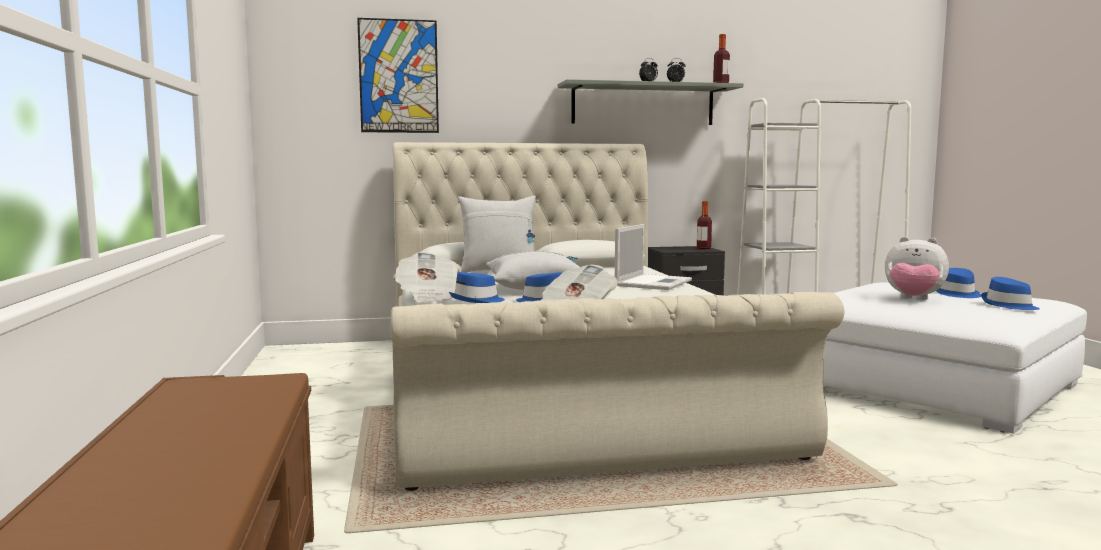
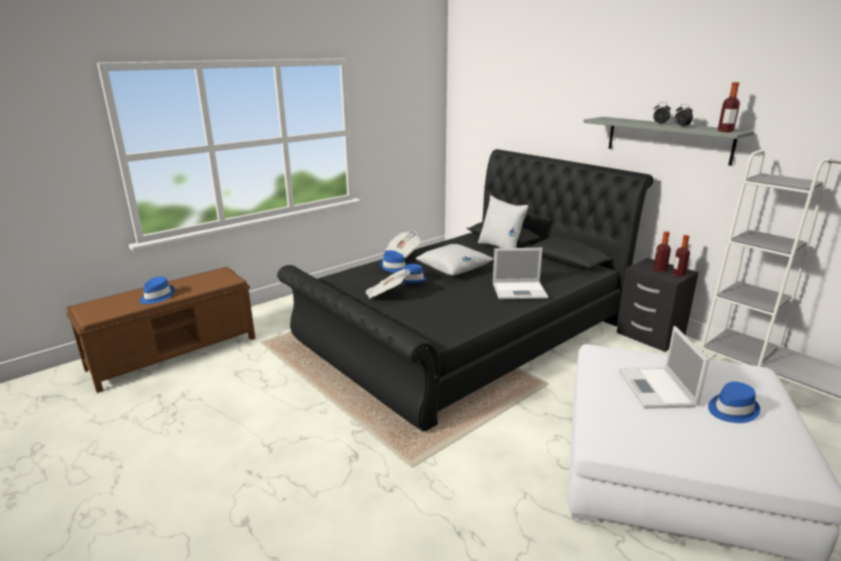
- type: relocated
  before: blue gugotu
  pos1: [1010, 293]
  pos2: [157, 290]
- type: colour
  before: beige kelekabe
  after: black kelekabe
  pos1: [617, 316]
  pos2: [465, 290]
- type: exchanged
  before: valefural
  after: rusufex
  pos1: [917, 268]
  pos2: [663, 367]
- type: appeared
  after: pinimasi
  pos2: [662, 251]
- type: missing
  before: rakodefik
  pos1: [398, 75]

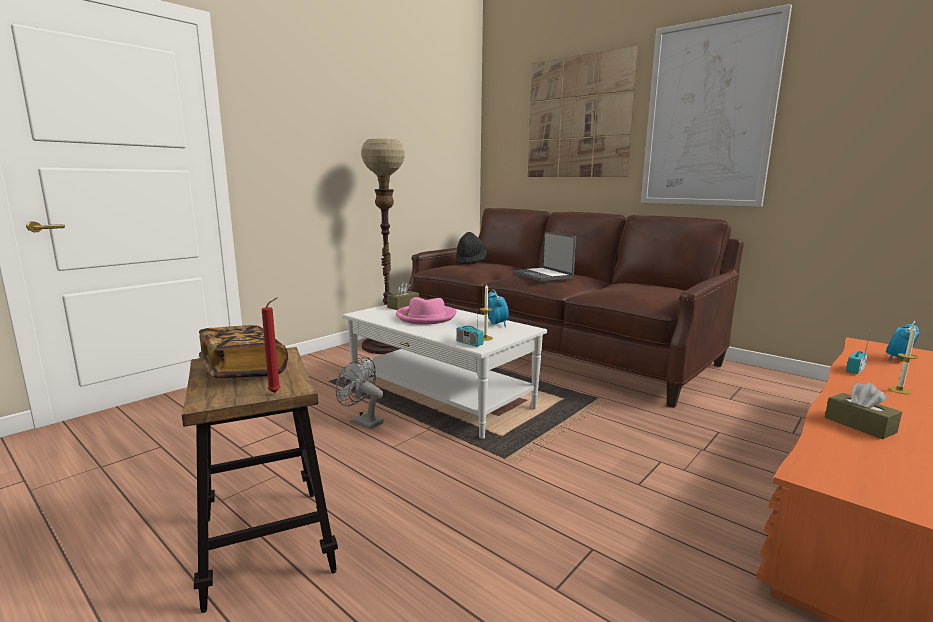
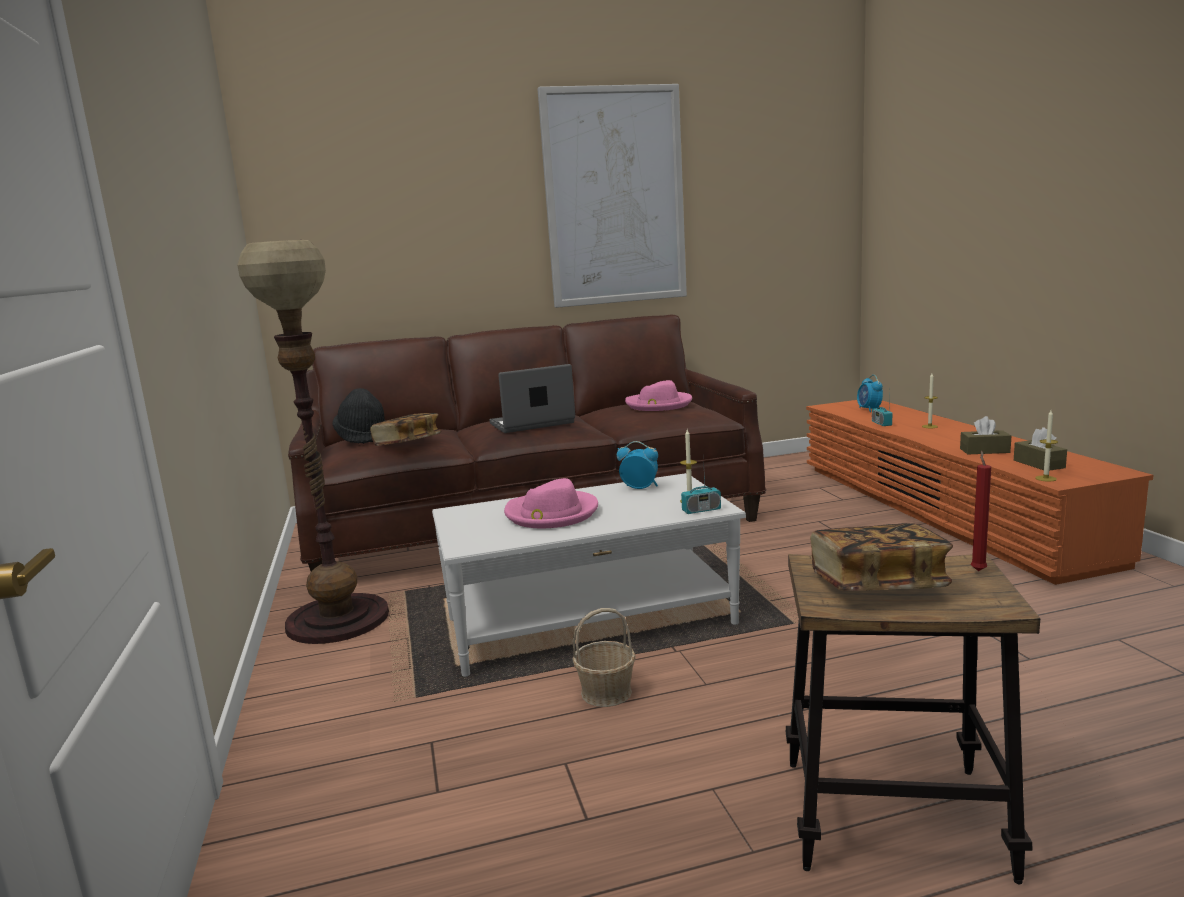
- type: appeared
  after: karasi
  pos2: [405, 429]
- type: spun
  before: rusufex
  pos1: [544, 257]
  pos2: [532, 398]
  turn: 150
- type: exchanged
  before: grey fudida
  after: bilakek
  pos1: [360, 393]
  pos2: [604, 657]
- type: appeared
  after: pink gugotu
  pos2: [658, 395]
- type: relocated
  before: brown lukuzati
  pos1: [403, 296]
  pos2: [1040, 449]
- type: appeared
  after: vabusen
  pos2: [1046, 445]
- type: missing
  before: rakodefik
  pos1: [583, 111]

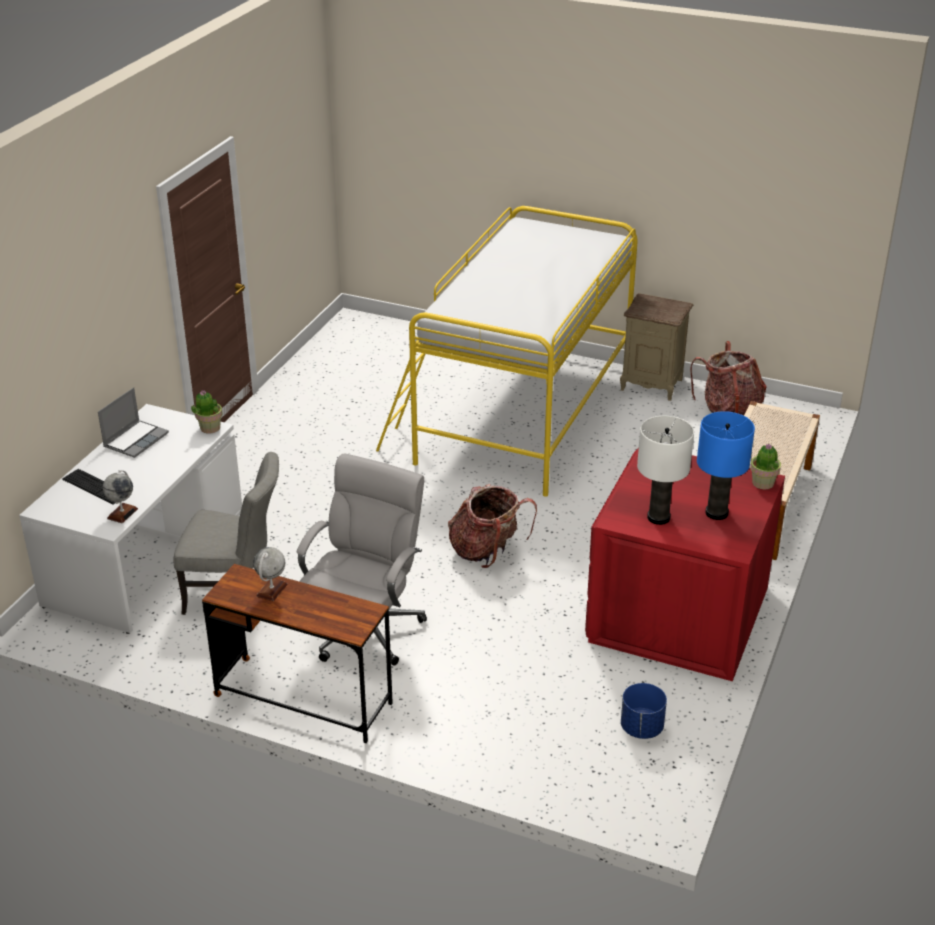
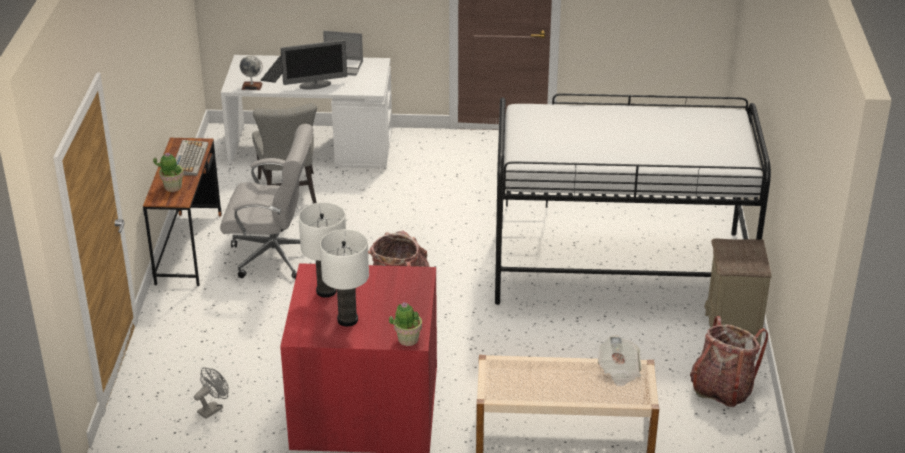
- type: relocated
  before: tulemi
  pos1: [207, 412]
  pos2: [168, 172]
- type: exchanged
  before: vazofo
  after: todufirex
  pos1: [270, 574]
  pos2: [191, 158]
- type: exchanged
  before: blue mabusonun
  after: grey fudida
  pos1: [644, 711]
  pos2: [211, 393]
- type: appeared
  after: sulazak
  pos2: [313, 64]
- type: colour
  before: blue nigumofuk
  after: white nigumofuk
  pos1: [726, 465]
  pos2: [344, 278]
- type: colour
  before: yellow kelekabe
  after: black kelekabe
  pos1: [507, 351]
  pos2: [633, 199]
- type: appeared
  after: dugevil
  pos2: [620, 361]

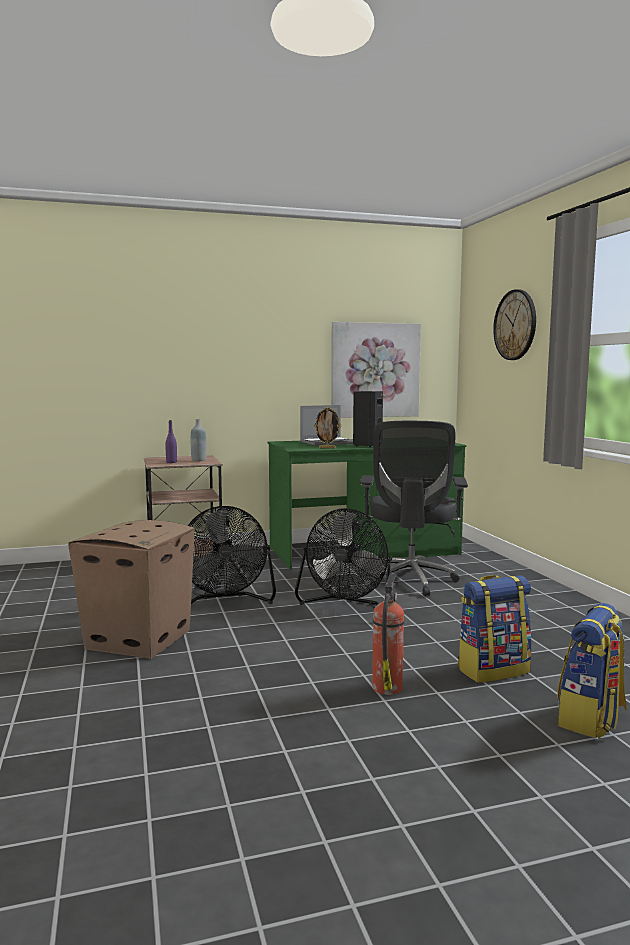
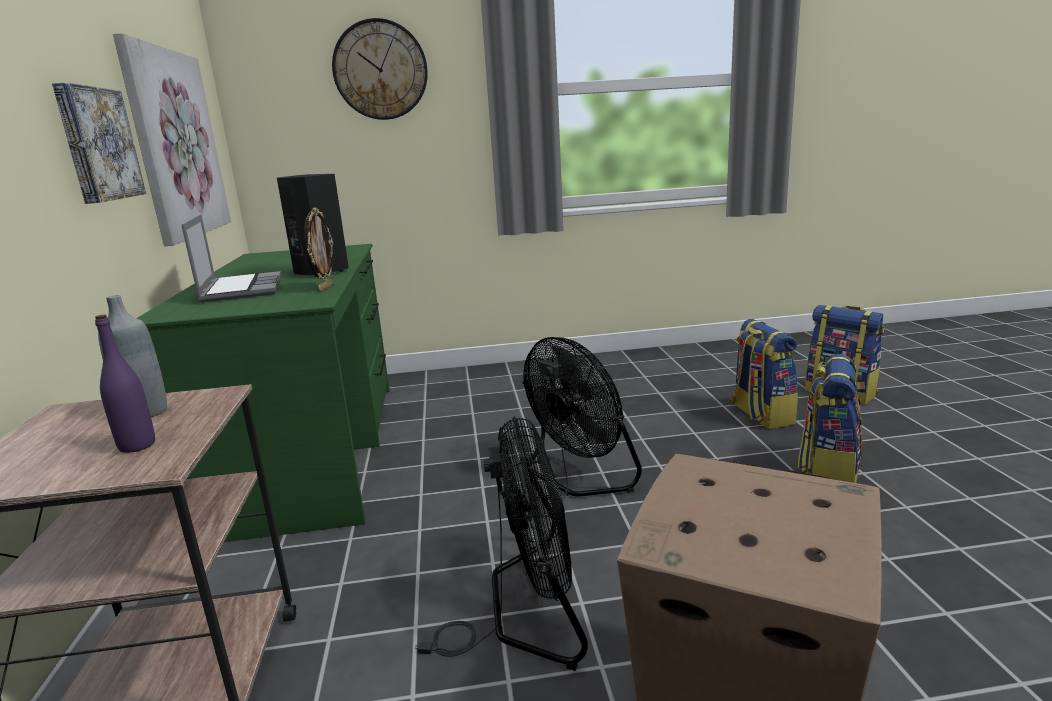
- type: appeared
  after: rakodefik
  pos2: [99, 143]
- type: spun
  before: black fudida
  pos1: [343, 557]
  pos2: [582, 429]
  turn: -75
- type: exchanged
  before: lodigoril
  after: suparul
  pos1: [388, 634]
  pos2: [830, 418]
- type: missing
  before: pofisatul
  pos1: [414, 508]

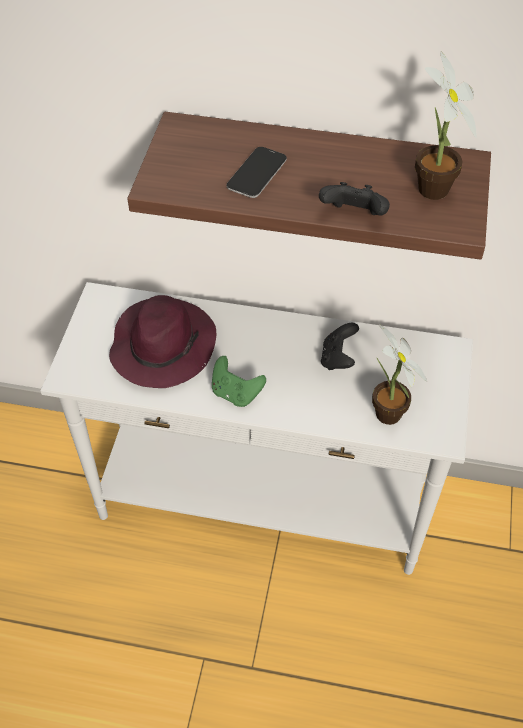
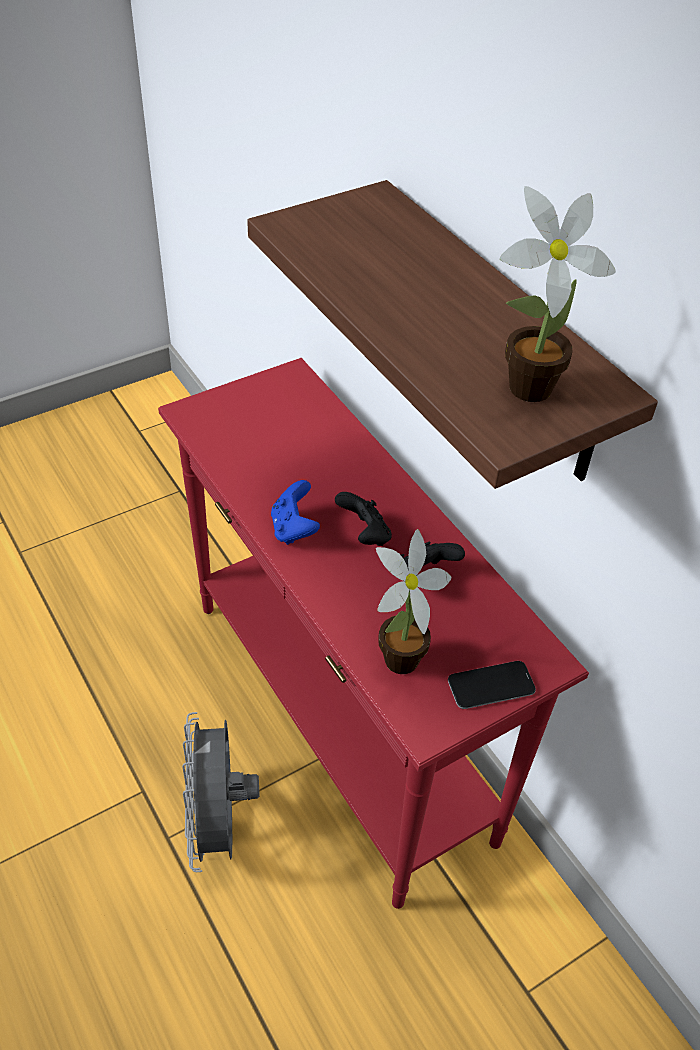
- type: colour
  before: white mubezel
  after: red mubezel
  pos1: [256, 428]
  pos2: [373, 633]
- type: appeared
  after: grey fudida
  pos2: [221, 792]
- type: colour
  before: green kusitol
  after: blue kusitol
  pos1: [239, 381]
  pos2: [295, 512]
- type: relocated
  before: black kusitol
  pos1: [354, 199]
  pos2: [363, 519]
- type: relocated
  before: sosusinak
  pos1: [256, 172]
  pos2: [492, 685]
- type: missing
  before: purple gugotu
  pos1: [162, 341]

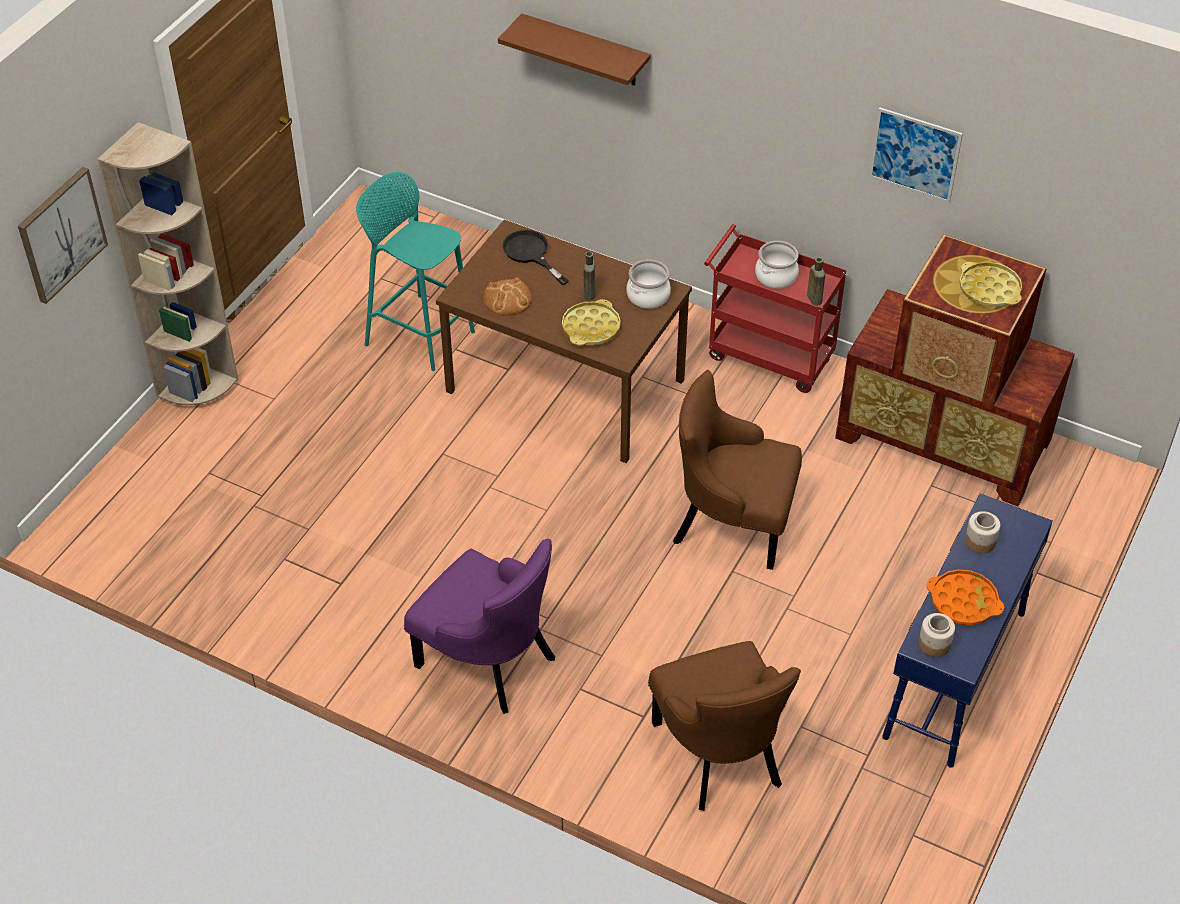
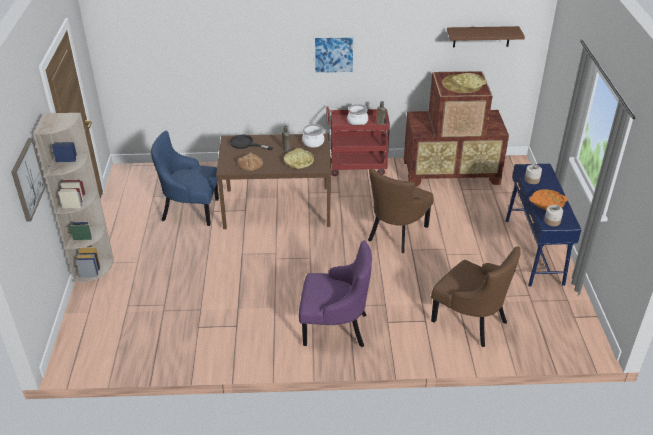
- type: exchanged
  before: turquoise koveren
  after: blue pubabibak
  pos1: [415, 271]
  pos2: [185, 178]
- type: relocated
  before: rakodefik
  pos1: [916, 155]
  pos2: [334, 55]
- type: spun
  before: brown pubabibak
  pos1: [737, 470]
  pos2: [401, 211]
  turn: -45
- type: relocated
  before: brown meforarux
  pos1: [574, 49]
  pos2: [486, 37]

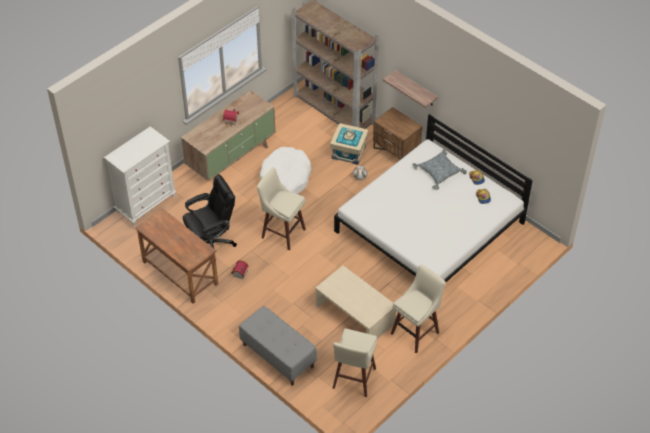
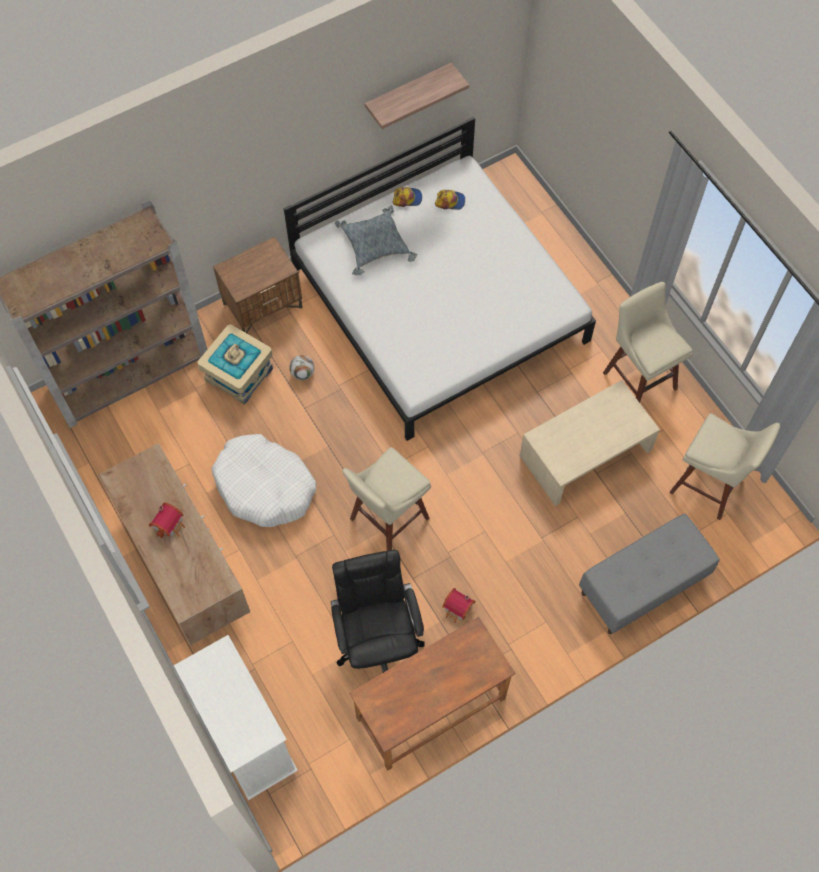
- type: relocated
  before: meforarux
  pos1: [410, 89]
  pos2: [417, 96]

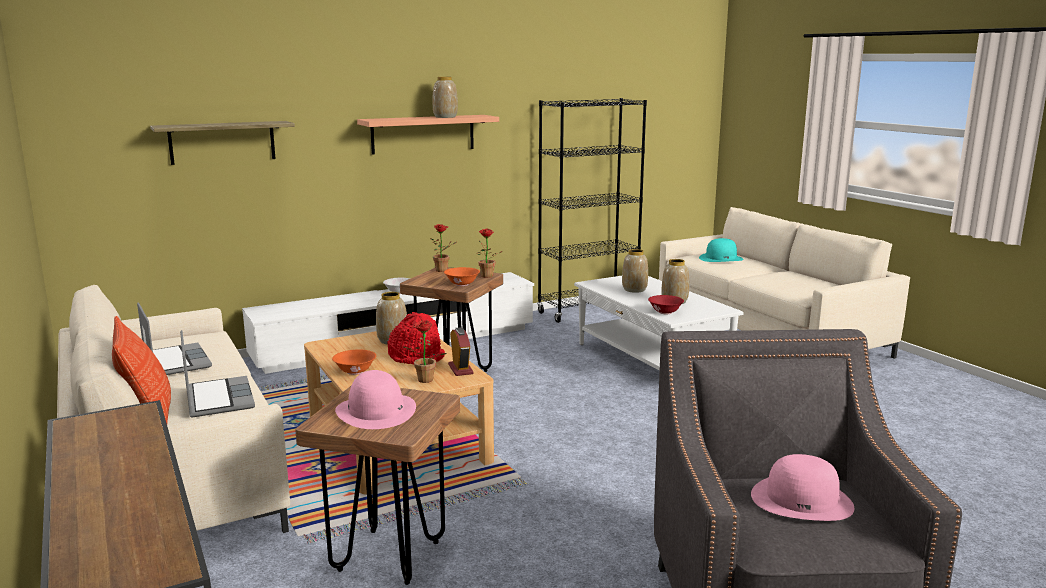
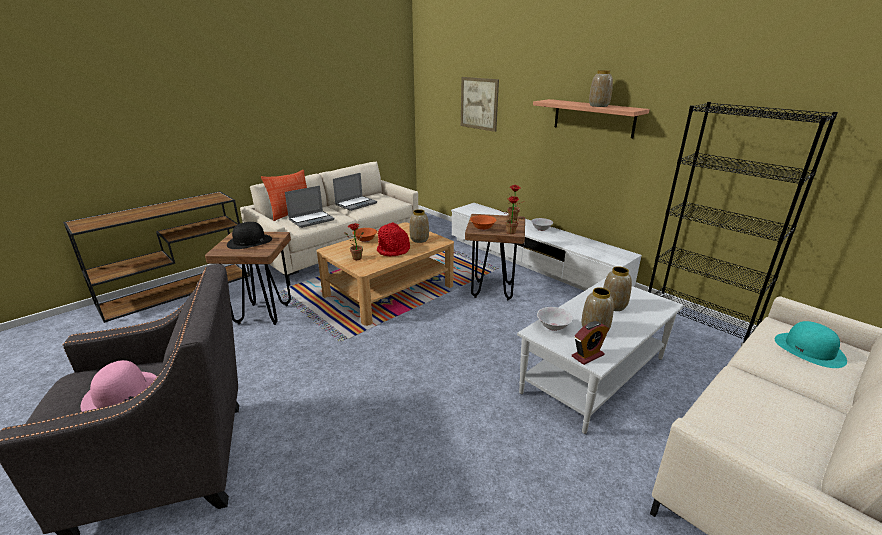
- type: colour
  before: pink gugotu
  after: black gugotu
  pos1: [375, 399]
  pos2: [249, 235]
- type: exchanged
  before: meforarux
  after: rakodefik
  pos1: [222, 143]
  pos2: [480, 104]
- type: colour
  before: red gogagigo
  after: white gogagigo
  pos1: [666, 304]
  pos2: [555, 319]
- type: relocated
  before: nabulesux
  pos1: [461, 351]
  pos2: [590, 343]

